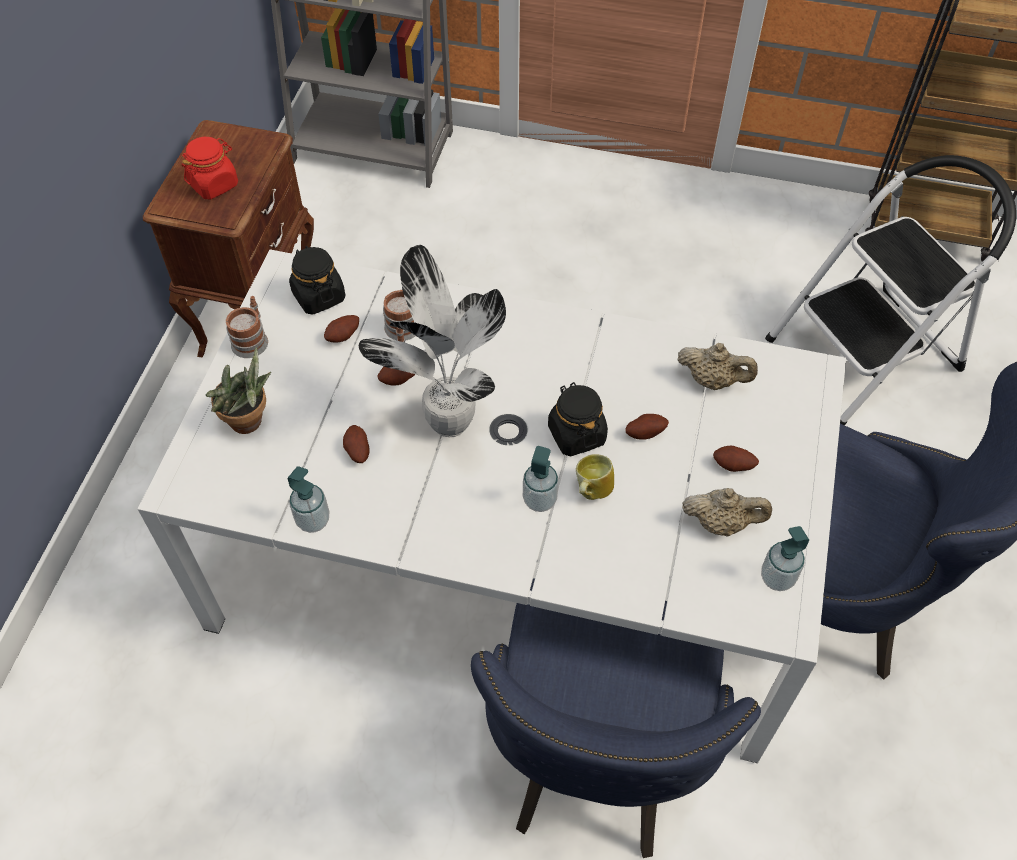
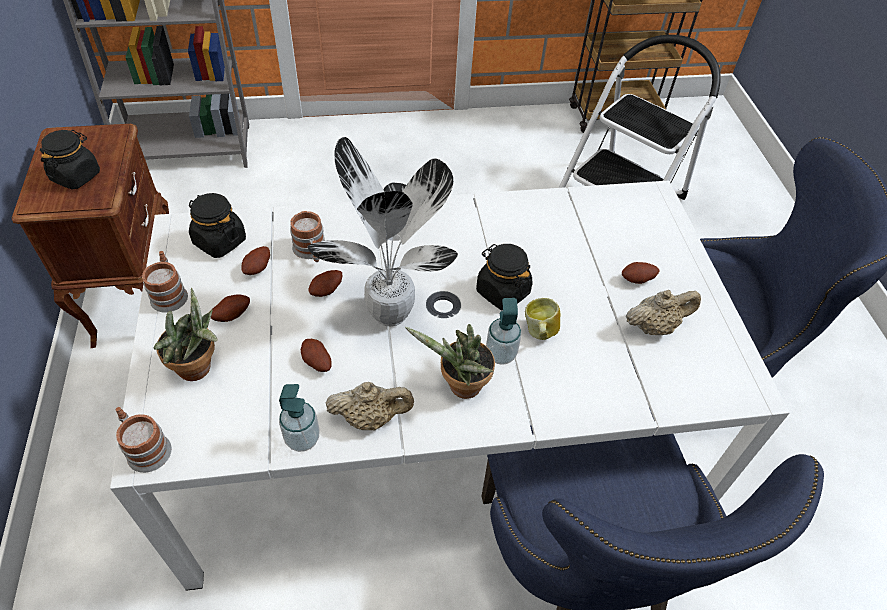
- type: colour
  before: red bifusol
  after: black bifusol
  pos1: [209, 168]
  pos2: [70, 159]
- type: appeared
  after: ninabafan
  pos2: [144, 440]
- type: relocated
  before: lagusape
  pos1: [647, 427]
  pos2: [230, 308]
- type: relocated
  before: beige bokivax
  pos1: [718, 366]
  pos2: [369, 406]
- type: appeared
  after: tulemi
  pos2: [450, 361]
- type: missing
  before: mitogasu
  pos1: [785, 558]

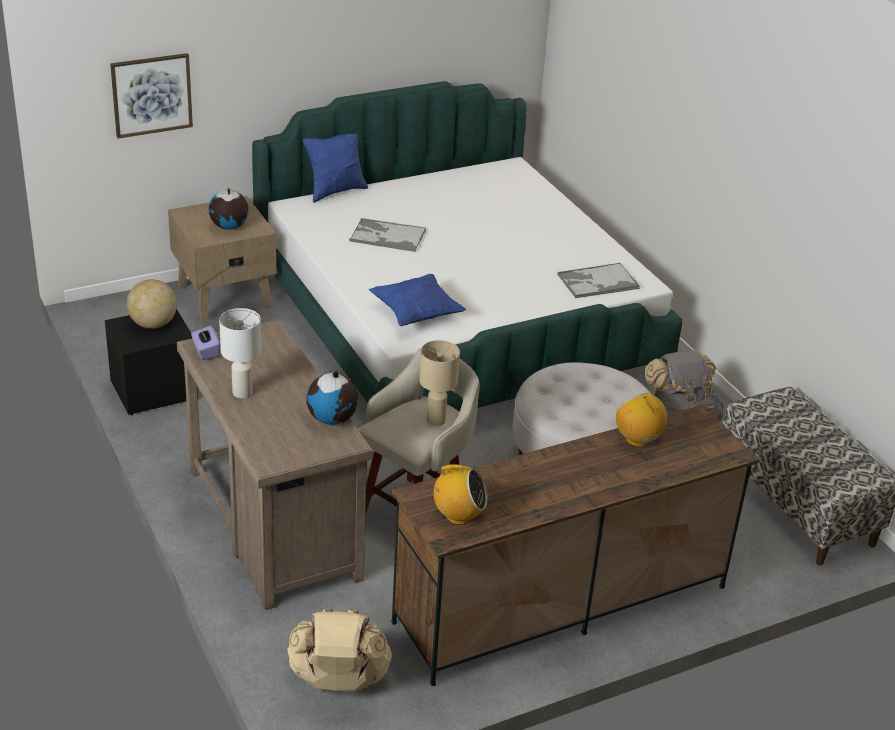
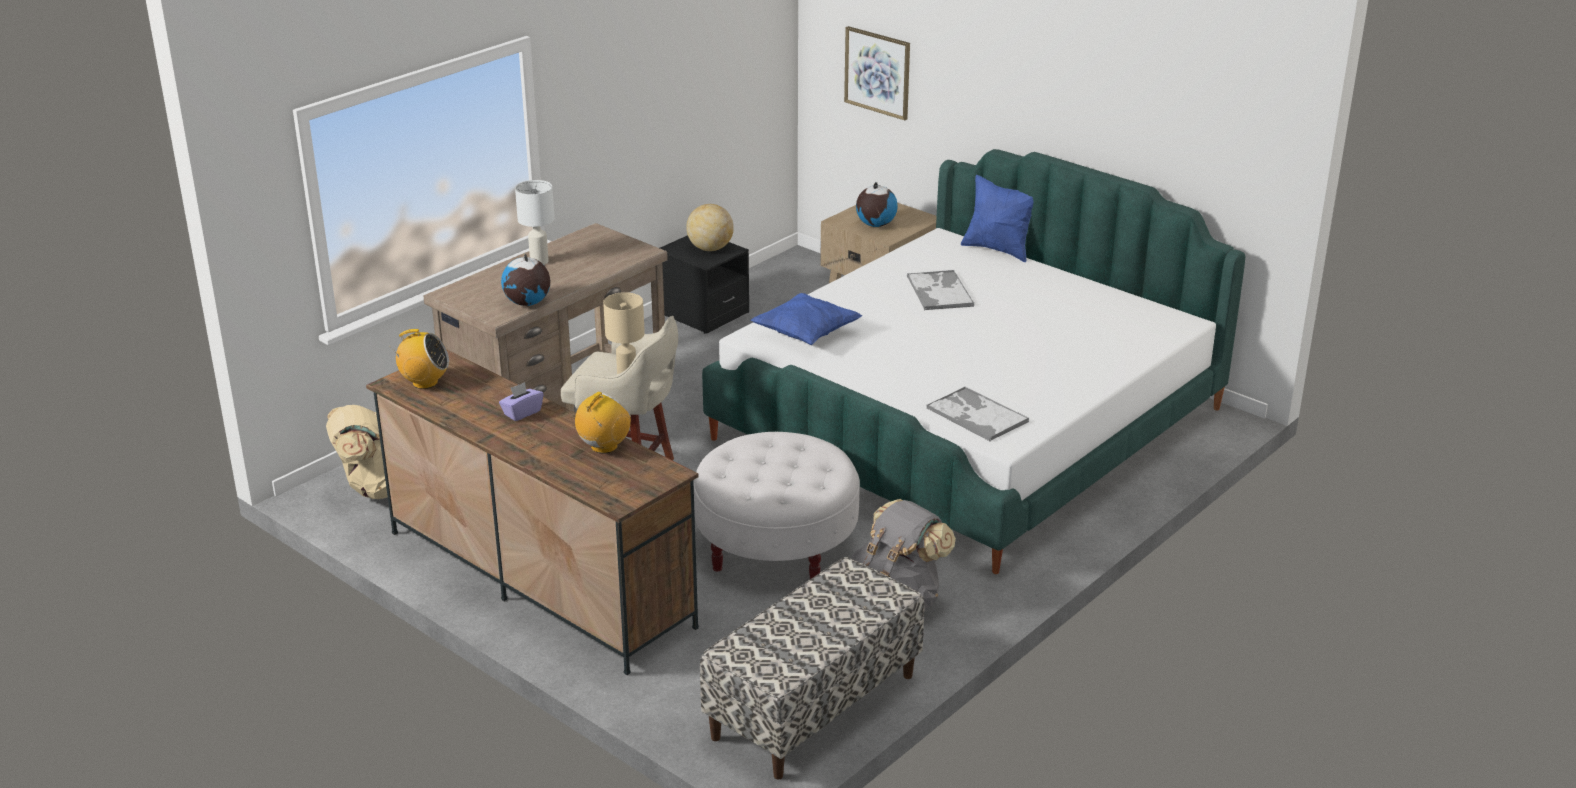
- type: spun
  before: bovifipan
  pos1: [459, 494]
  pos2: [421, 359]
  turn: -75
- type: relocated
  before: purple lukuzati
  pos1: [205, 342]
  pos2: [521, 401]

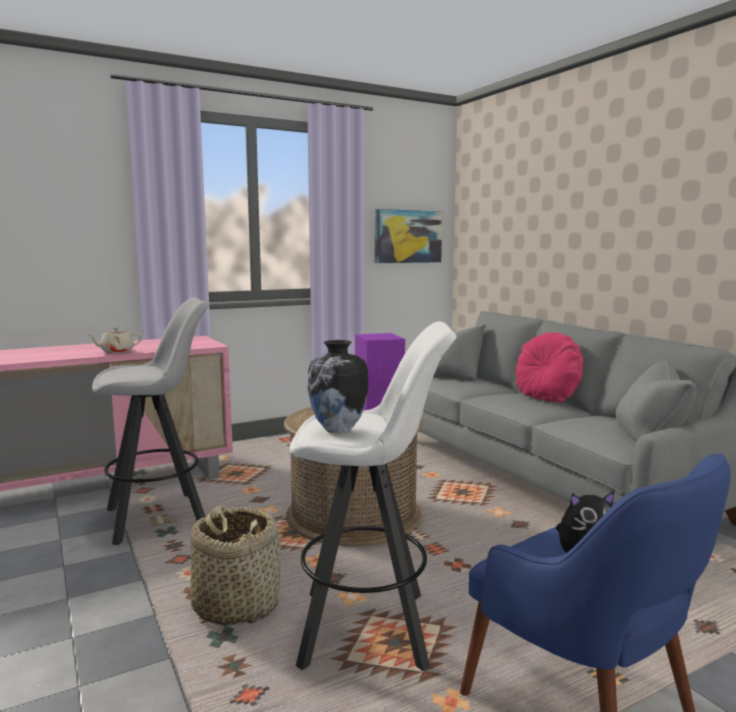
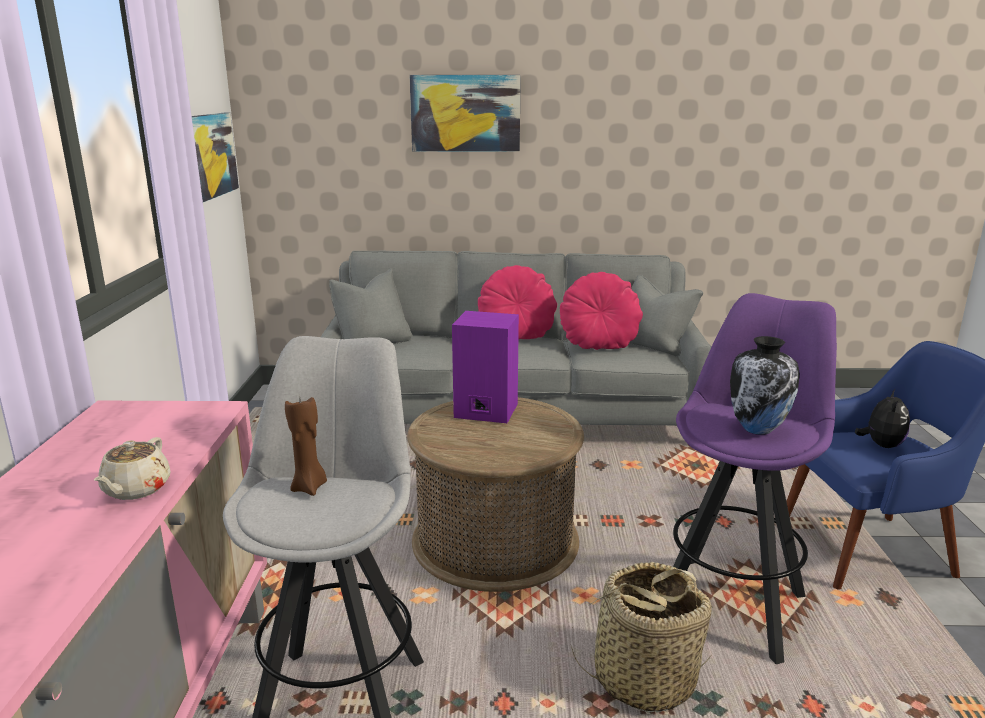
- type: appeared
  after: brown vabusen
  pos2: [306, 446]
- type: appeared
  after: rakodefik
  pos2: [465, 113]
- type: appeared
  after: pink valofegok
  pos2: [601, 311]
- type: colour
  before: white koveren
  after: purple koveren
  pos1: [373, 496]
  pos2: [755, 478]

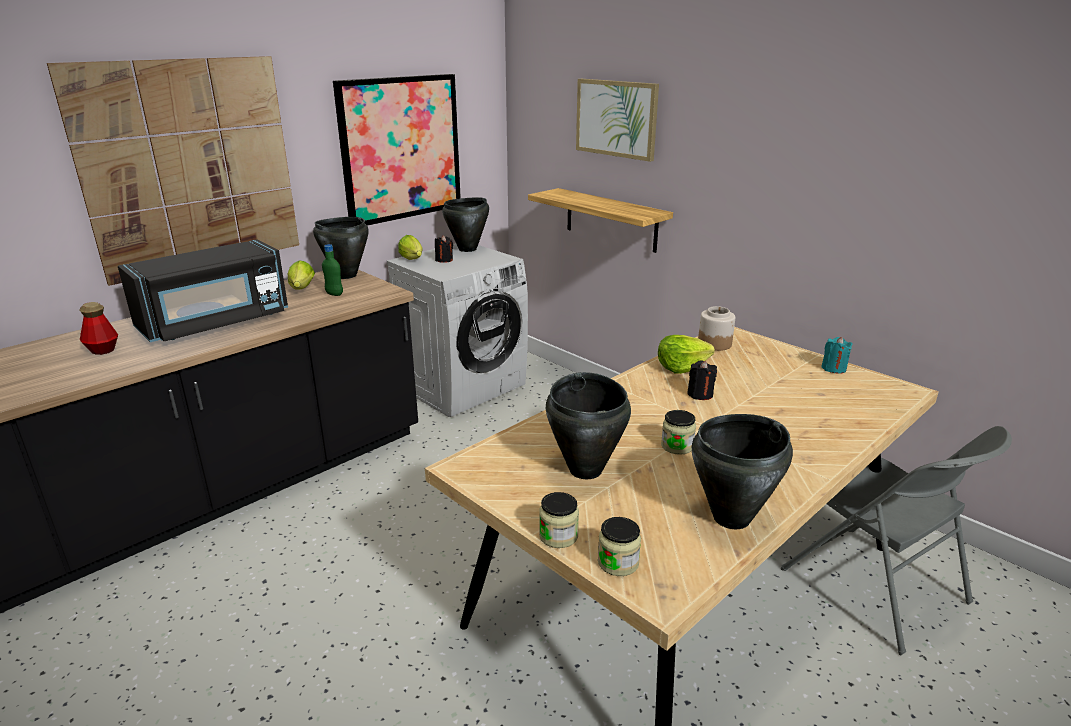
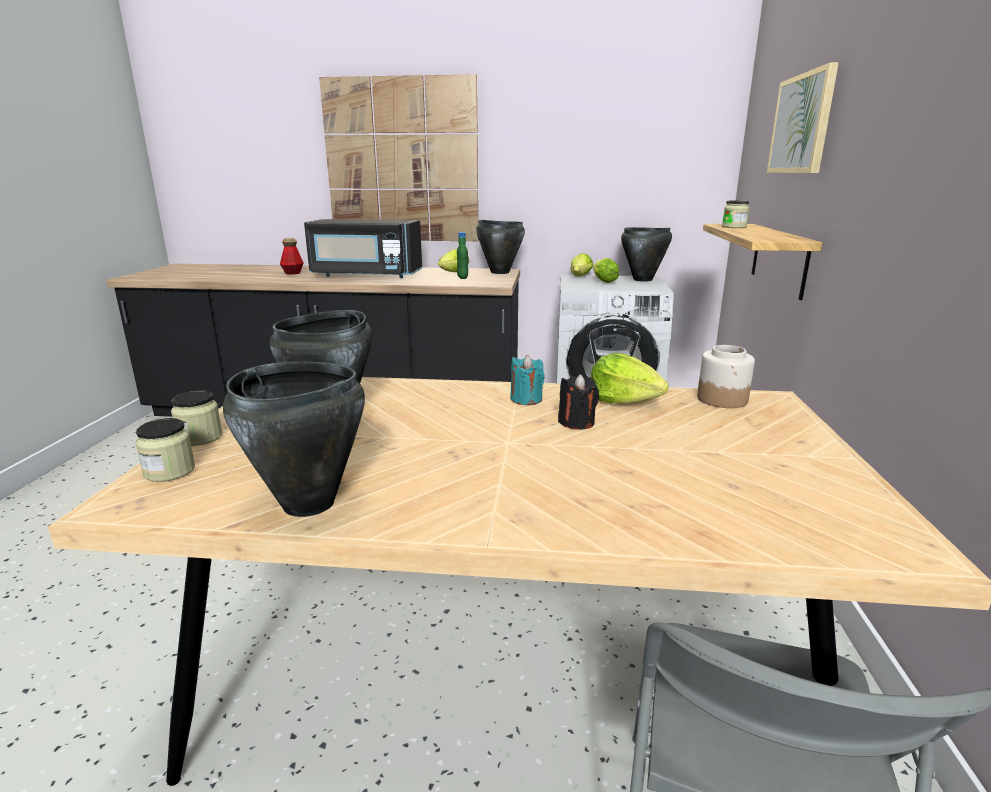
- type: relocated
  before: turquoise vabusen
  pos1: [837, 355]
  pos2: [527, 380]
- type: exchanged
  before: black vabusen
  after: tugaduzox
  pos1: [444, 249]
  pos2: [606, 270]
- type: relocated
  before: bifusol
  pos1: [678, 432]
  pos2: [735, 214]
- type: missing
  before: rakodefik
  pos1: [397, 150]

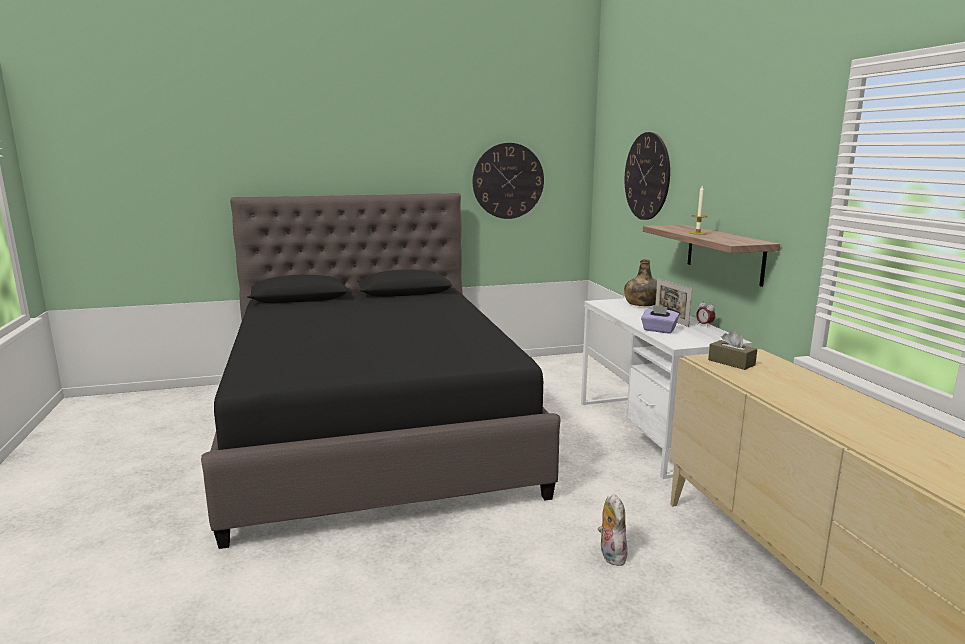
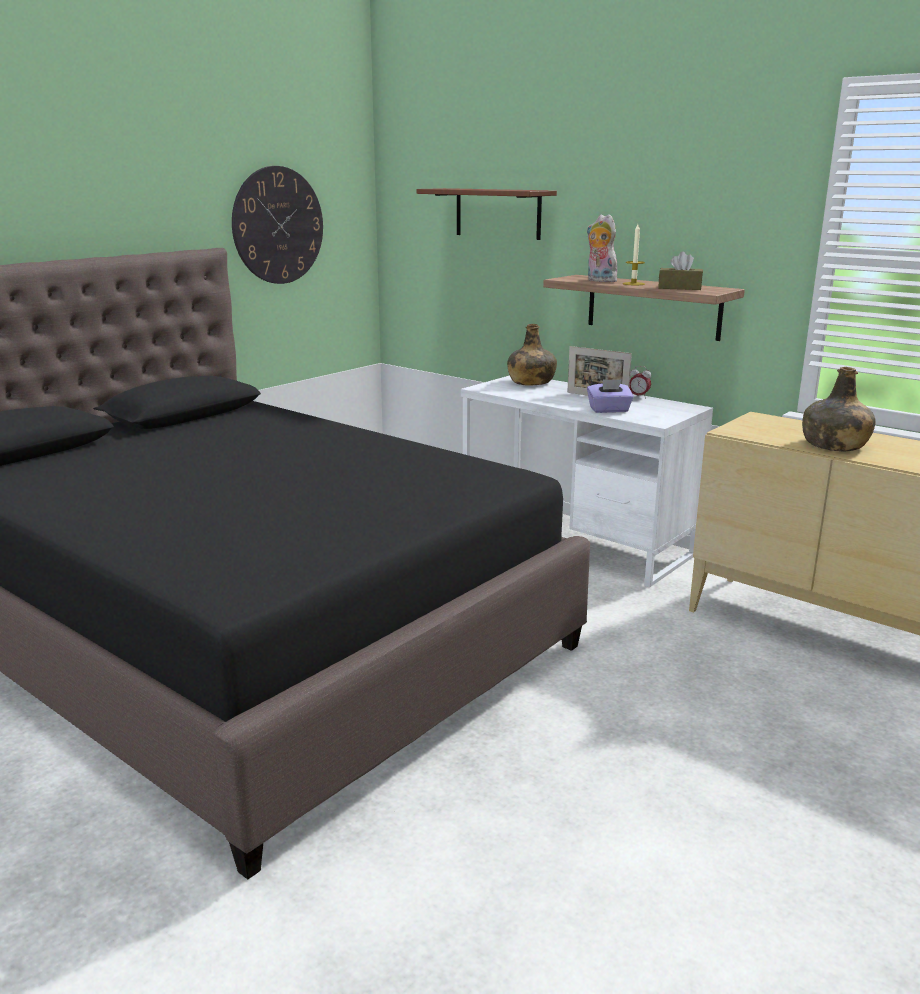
- type: exchanged
  before: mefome
  after: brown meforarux
  pos1: [647, 176]
  pos2: [486, 214]
- type: relocated
  before: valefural
  pos1: [613, 530]
  pos2: [601, 248]
- type: relocated
  before: brown lukuzati
  pos1: [732, 350]
  pos2: [680, 271]
- type: appeared
  after: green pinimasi
  pos2: [839, 409]

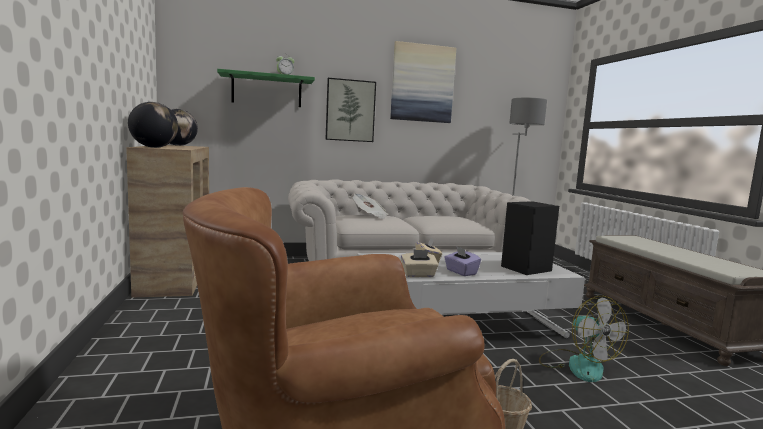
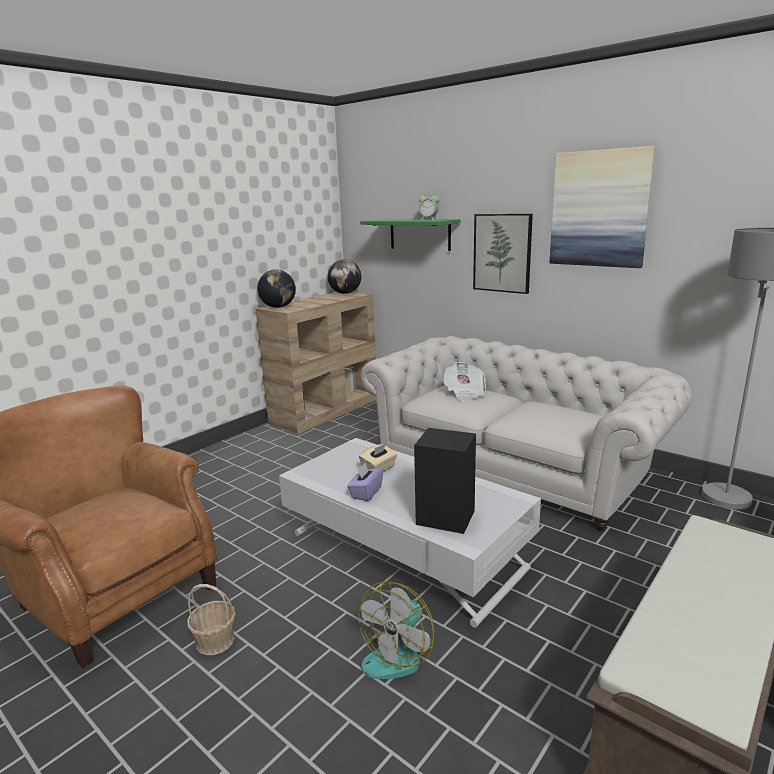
- type: missing
  before: beige lukuzati
  pos1: [420, 263]

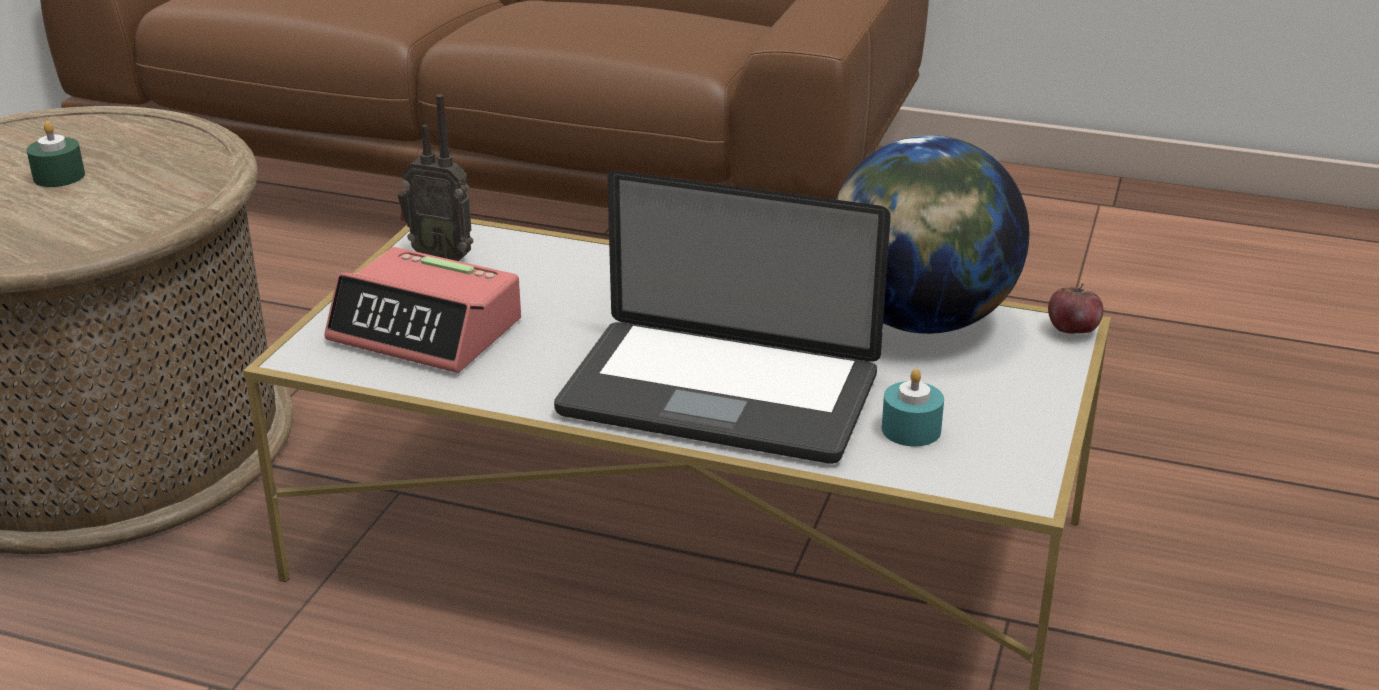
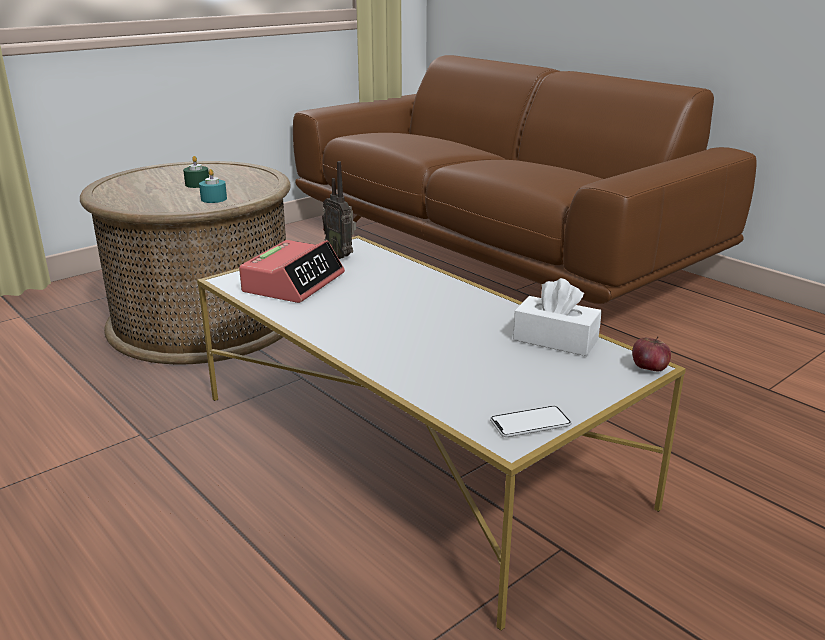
- type: relocated
  before: turquoise vabusen
  pos1: [913, 408]
  pos2: [213, 186]
- type: spun
  before: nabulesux
  pos1: [423, 310]
  pos2: [292, 271]
  turn: -120
- type: appeared
  after: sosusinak
  pos2: [531, 421]
- type: exchanged
  before: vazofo
  after: white lukuzati
  pos1: [932, 234]
  pos2: [557, 317]
- type: missing
  before: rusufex
  pos1: [722, 317]

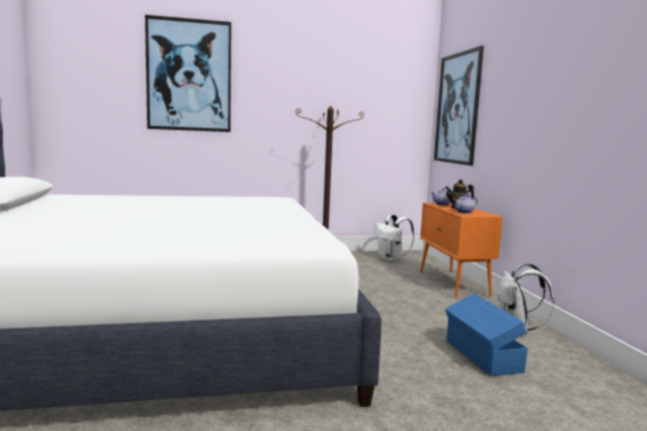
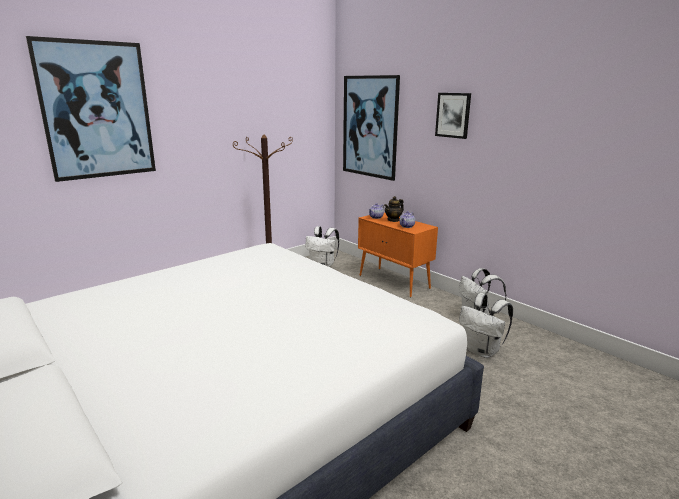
- type: appeared
  after: rakodefik
  pos2: [453, 116]
- type: exchanged
  before: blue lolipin
  after: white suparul
  pos1: [486, 335]
  pos2: [486, 325]

